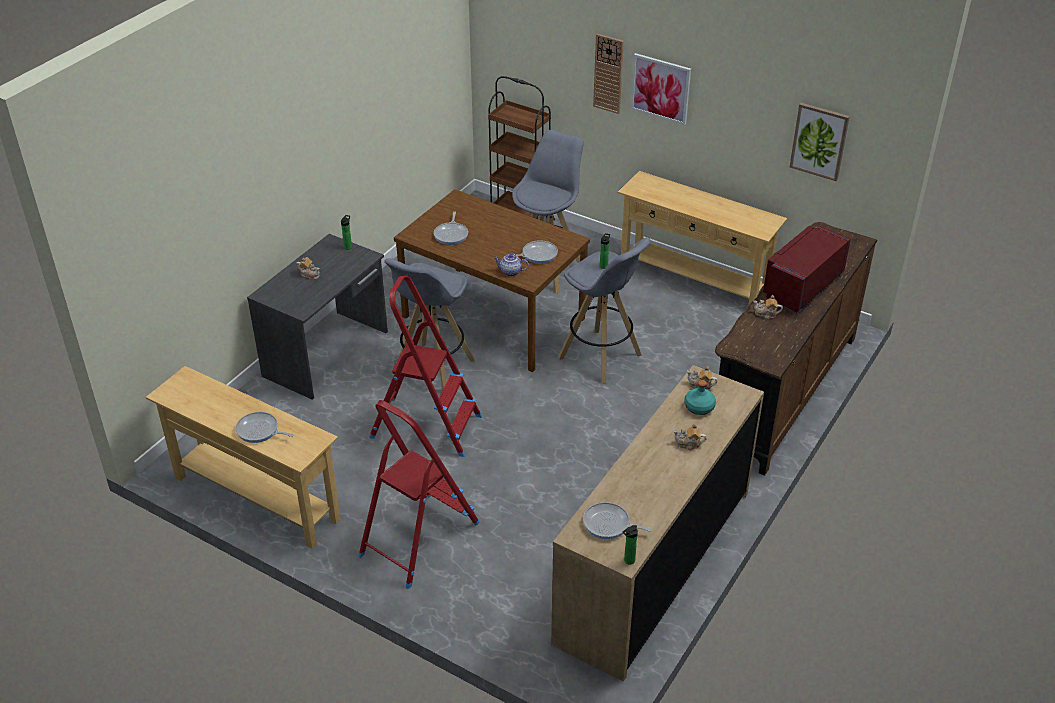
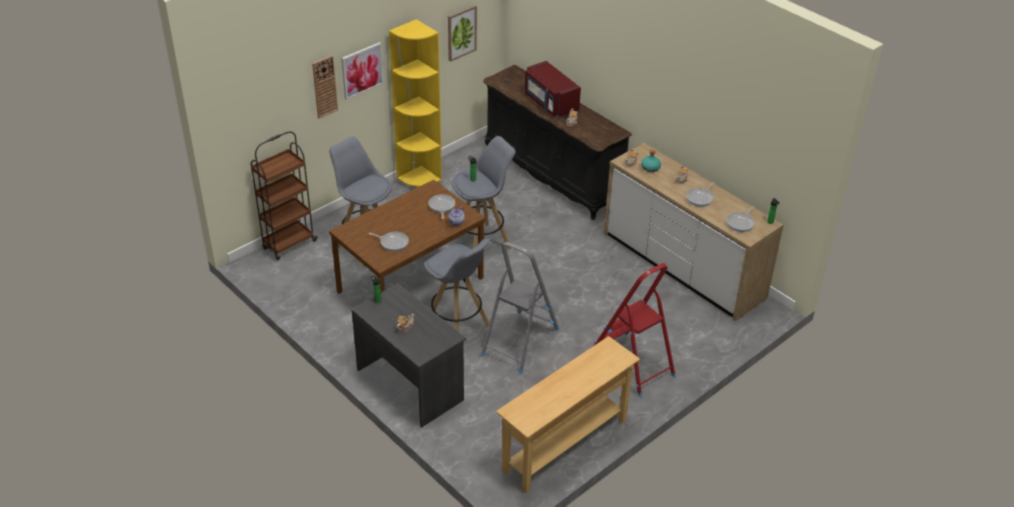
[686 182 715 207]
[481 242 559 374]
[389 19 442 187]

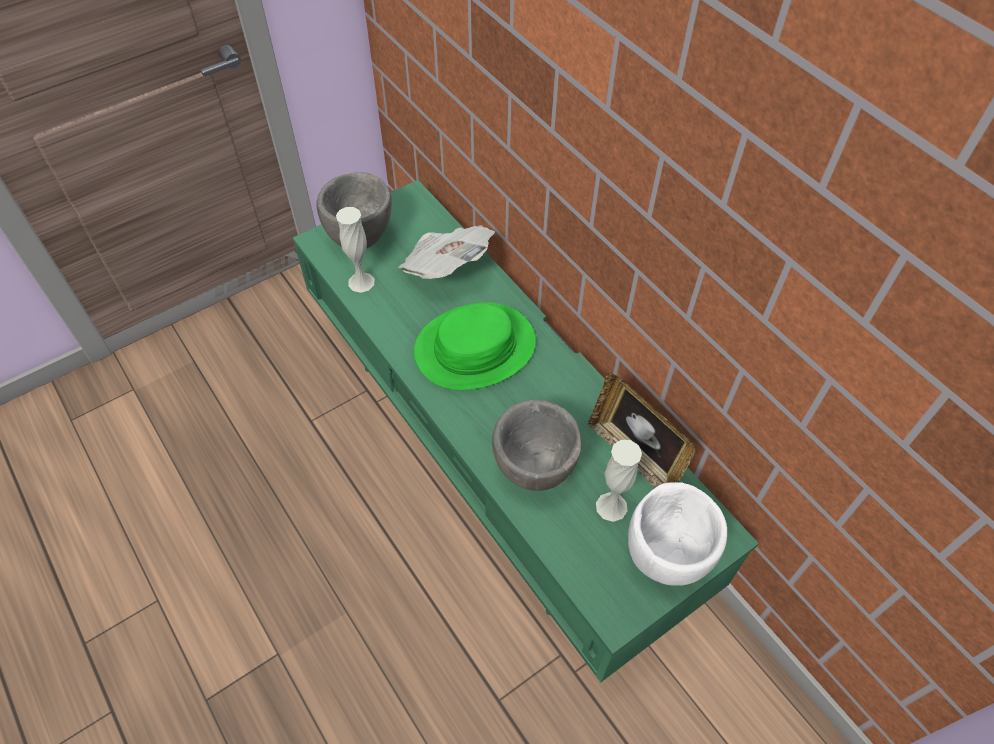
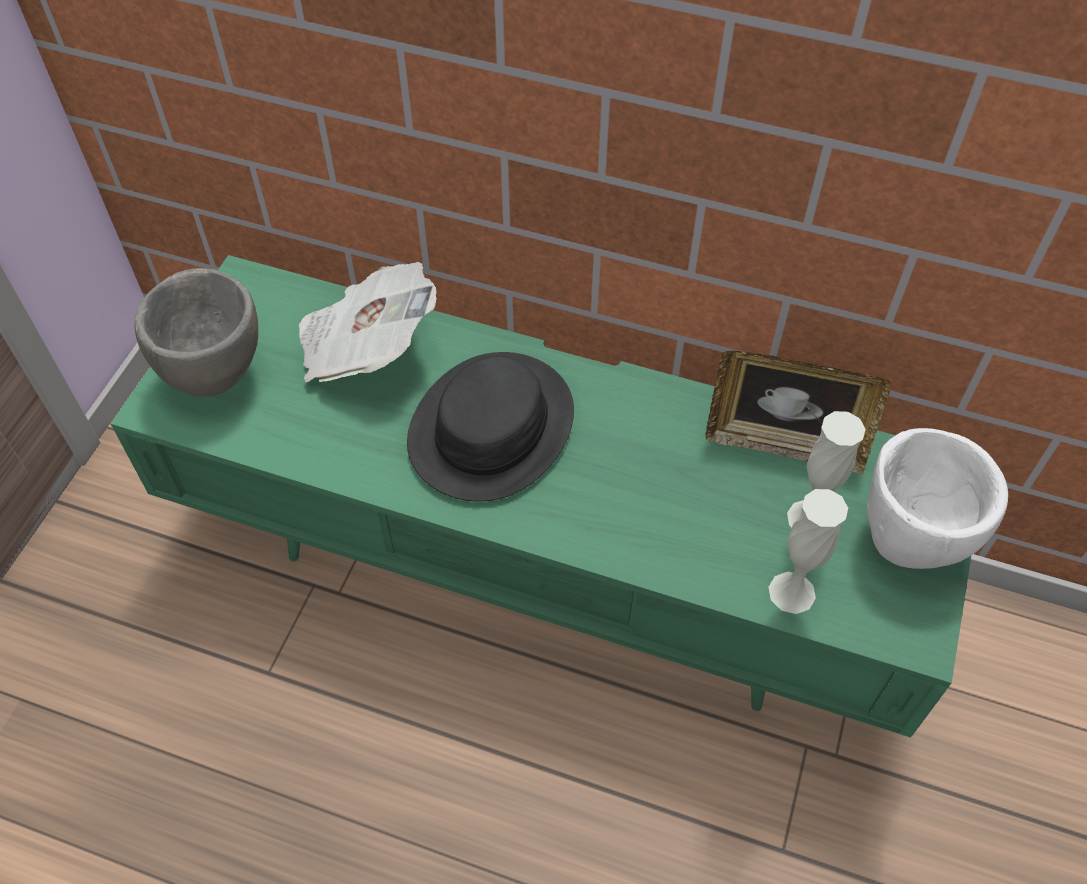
[769 489 848 614]
[407 352 574 502]
[492 400 581 491] (first image)

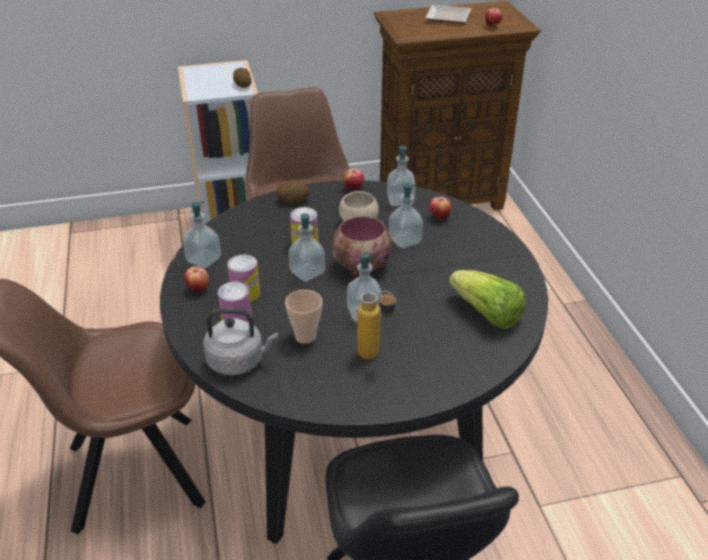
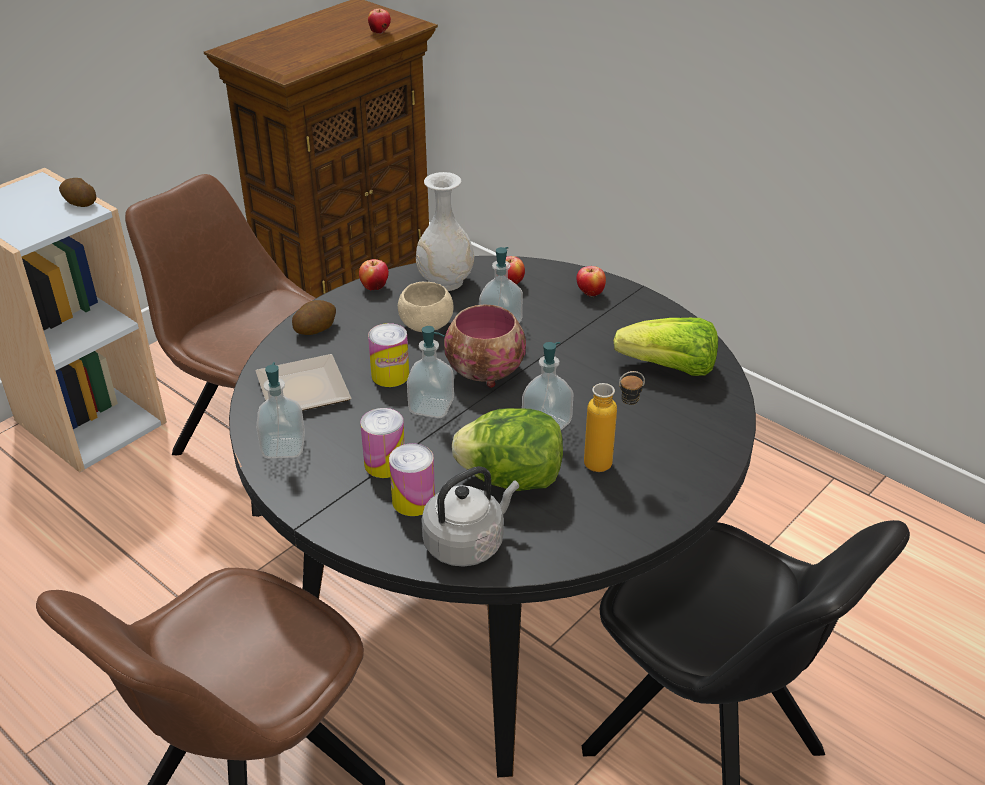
[576 266 606 297]
[452 408 563 491]
[416 172 474 291]
[255 354 351 411]

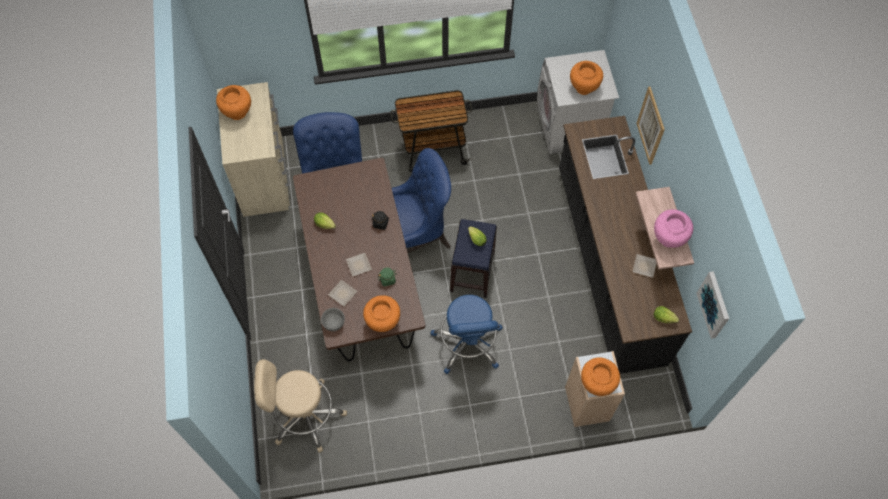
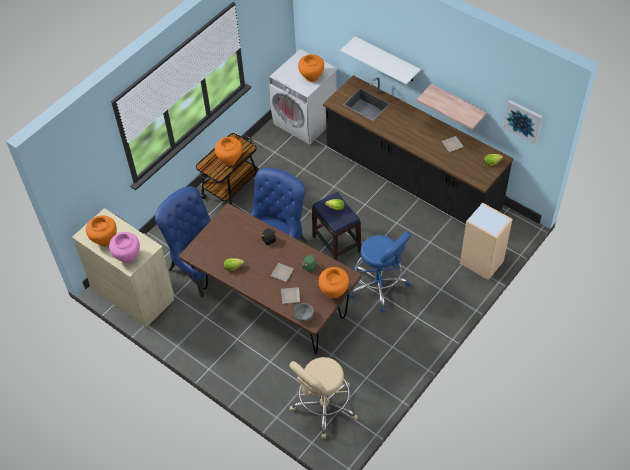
[215 137 242 165]
[341 37 420 84]
[109 232 140 263]

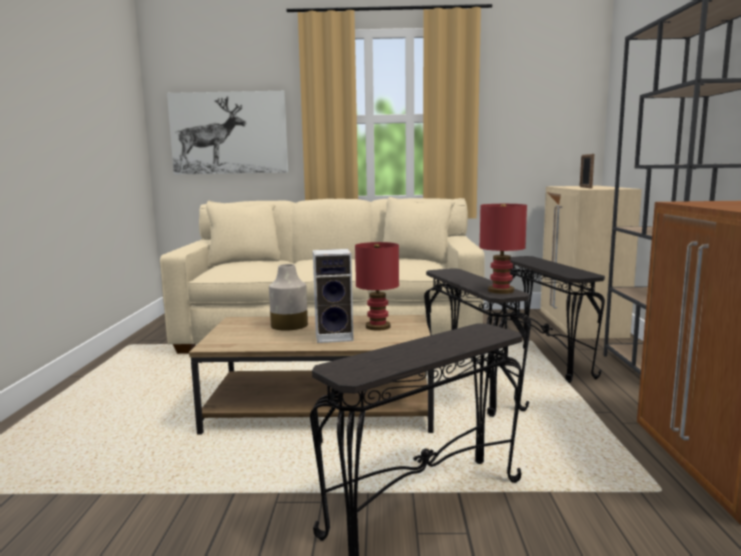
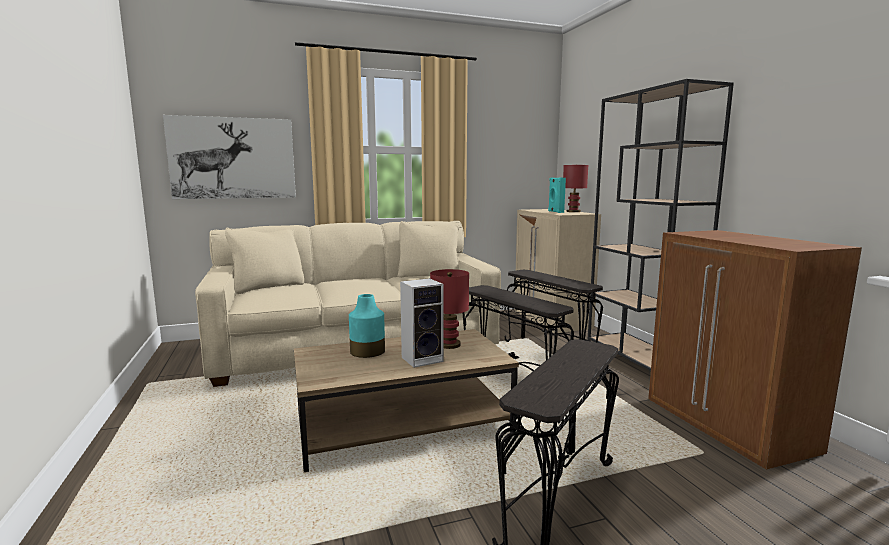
[349 294 385 358]
[563 165 588 212]
[548 177 566 213]

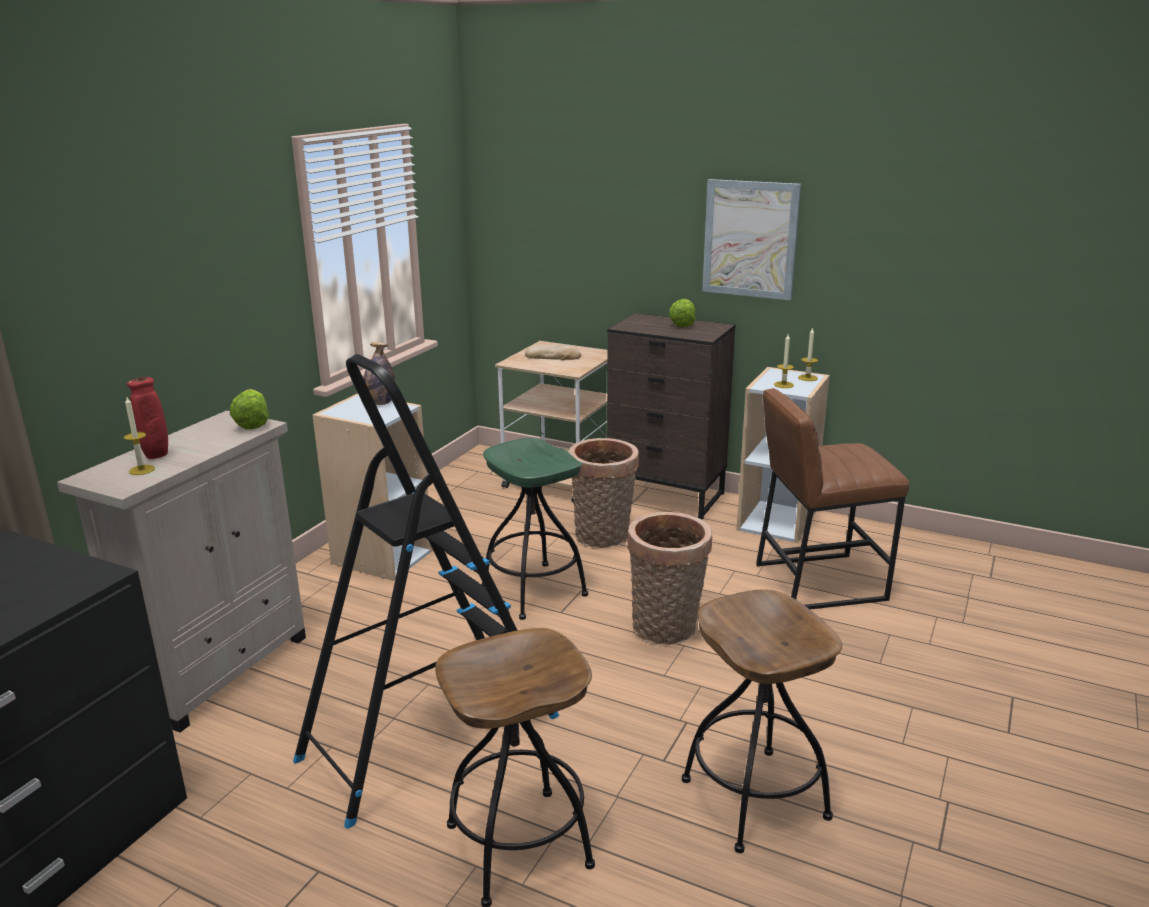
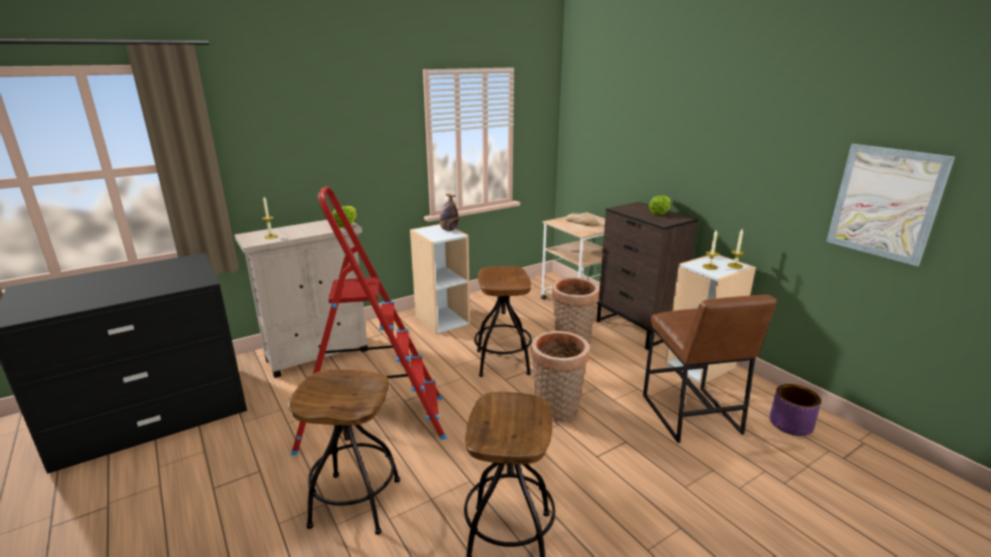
[127 377 168 459] (first image)
[291 186 447 455]
[474 266 532 377]
[826 144 955 266]
[643 295 777 443]
[769 384 821 436]

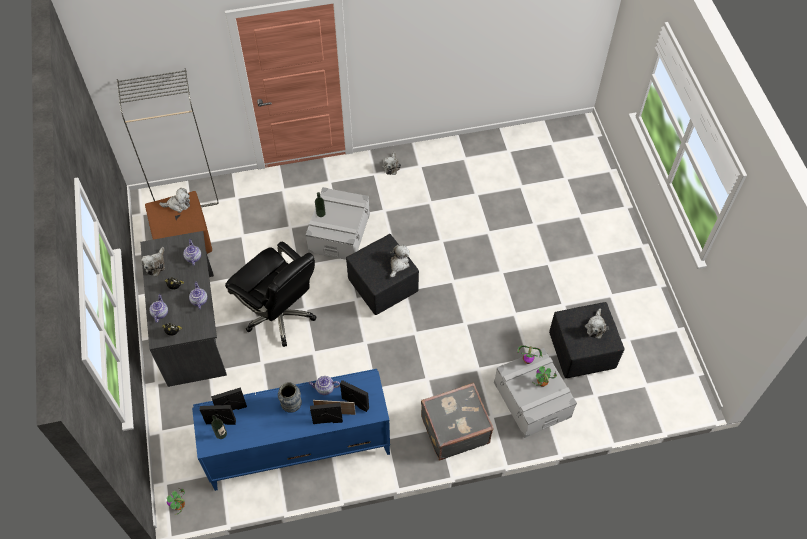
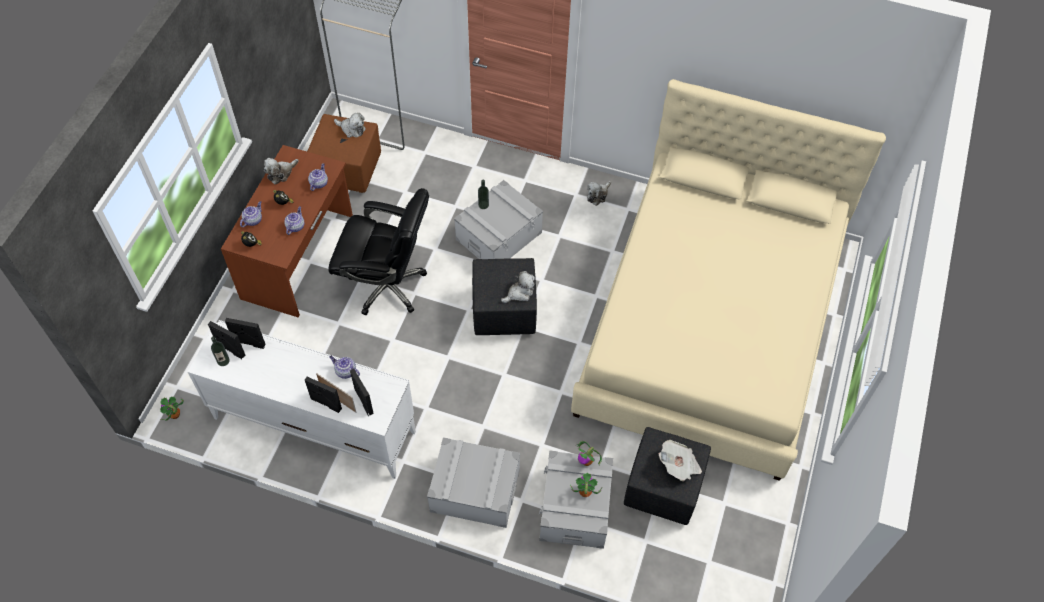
[221 145 353 318]
[188 320 416 479]
[329 188 429 315]
[278 382 302 413] (first image)
[427 437 520 528]
[659 440 702 481]
[571 79 886 480]

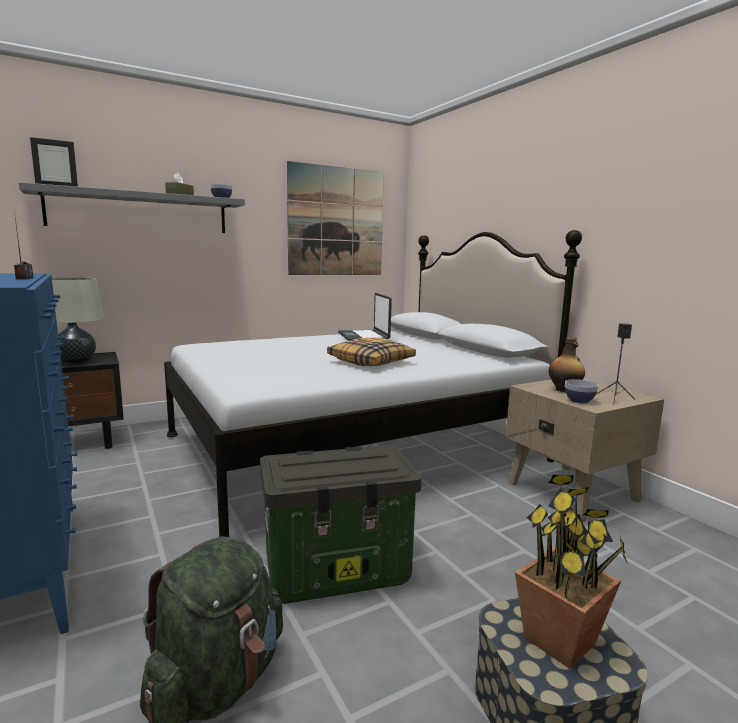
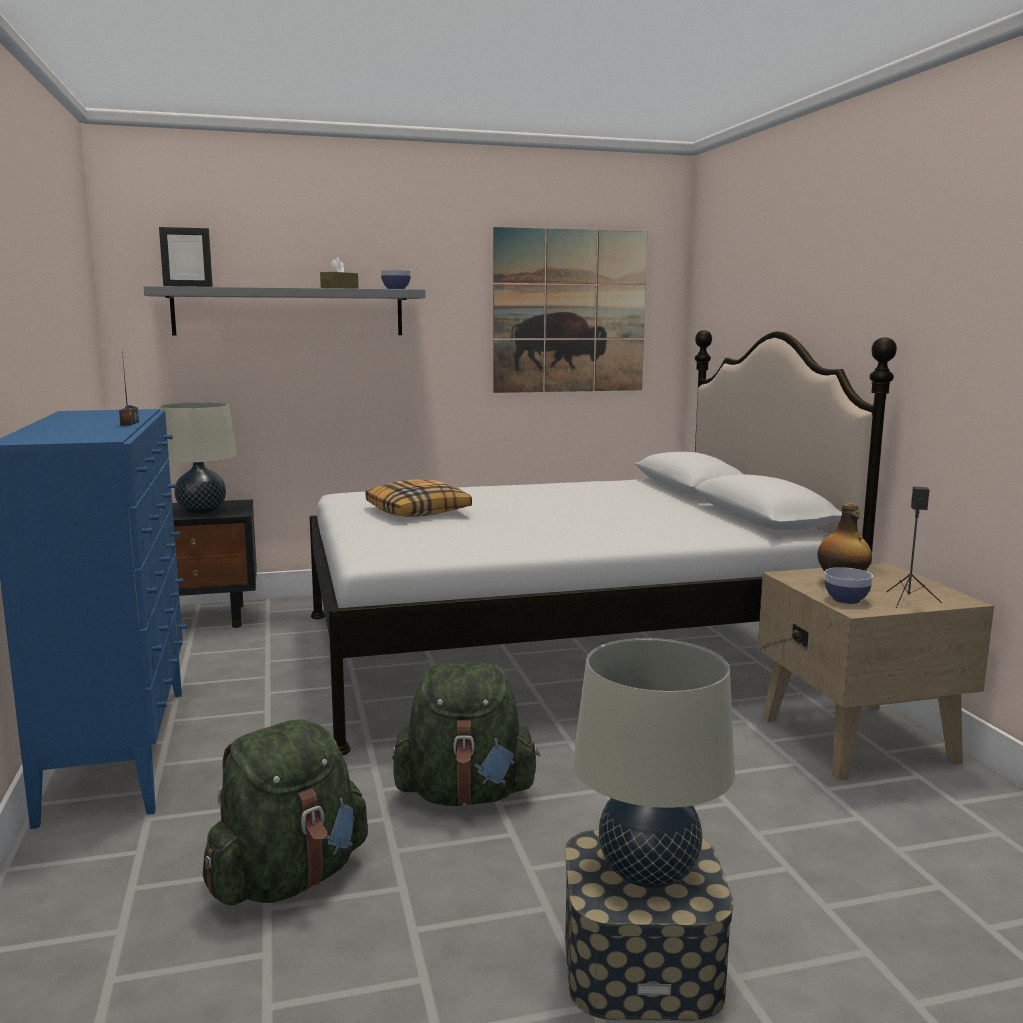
[392 663 540 806]
[365 479 472 517]
[338 293 392 341] (first image)
[573 638 735 888]

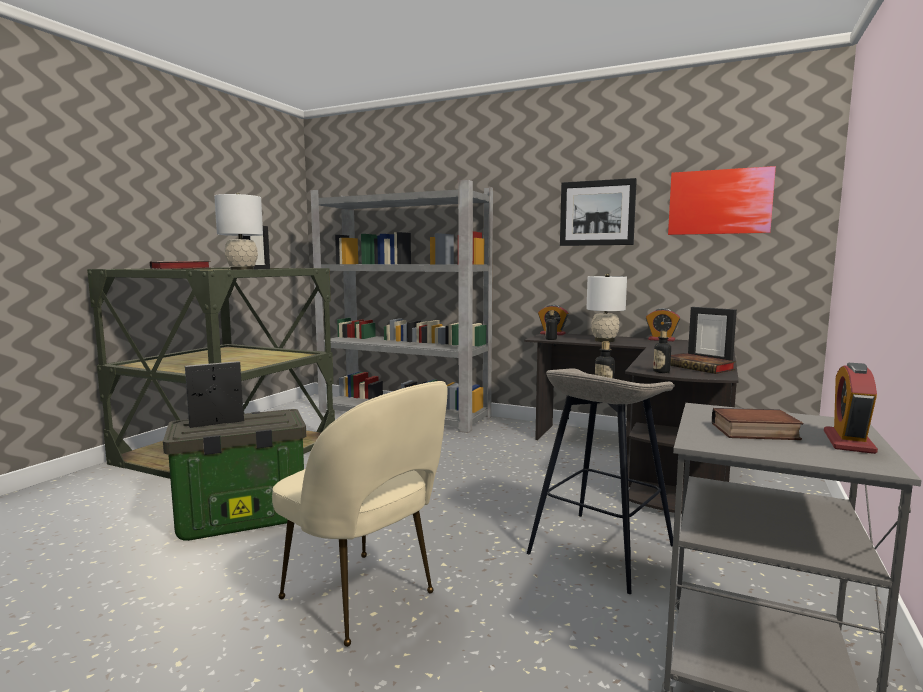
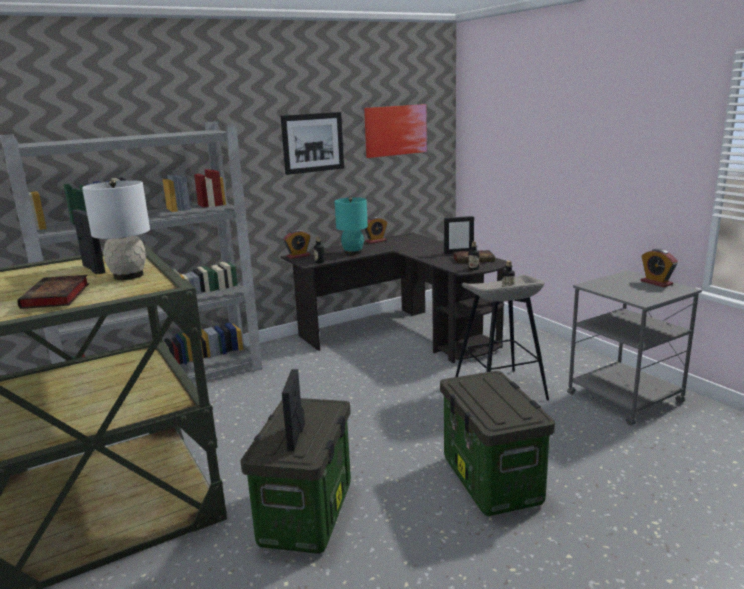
[440 371 555 516]
[335 197 368 255]
[712 408 803 440] (first image)

